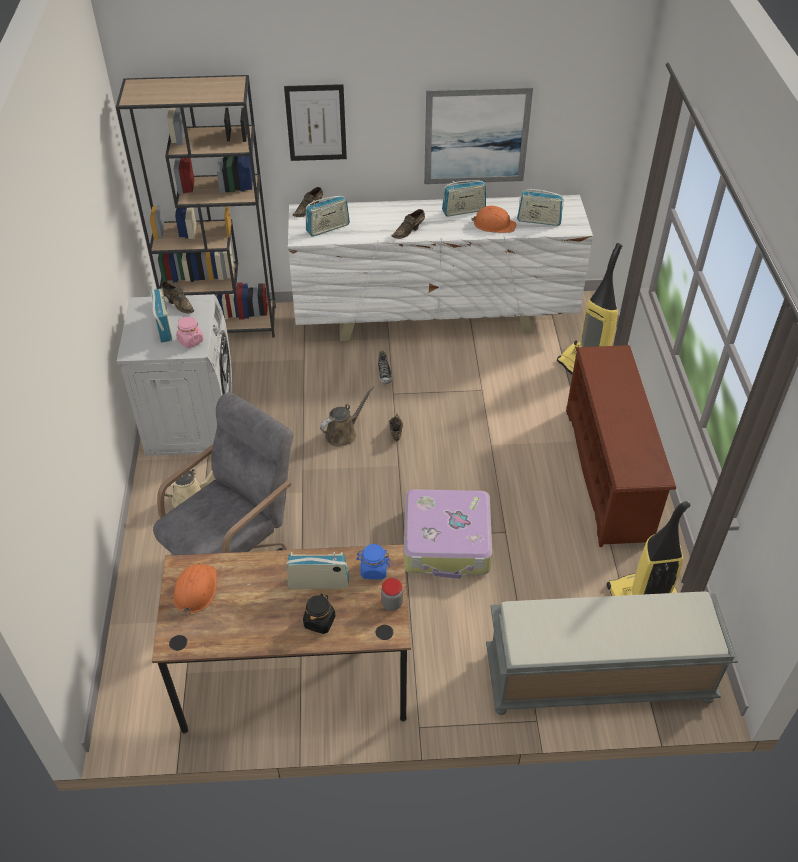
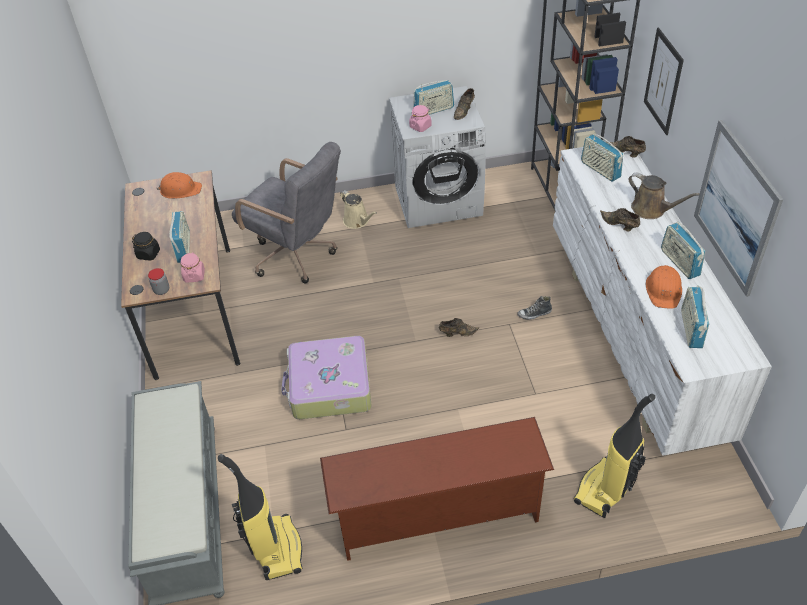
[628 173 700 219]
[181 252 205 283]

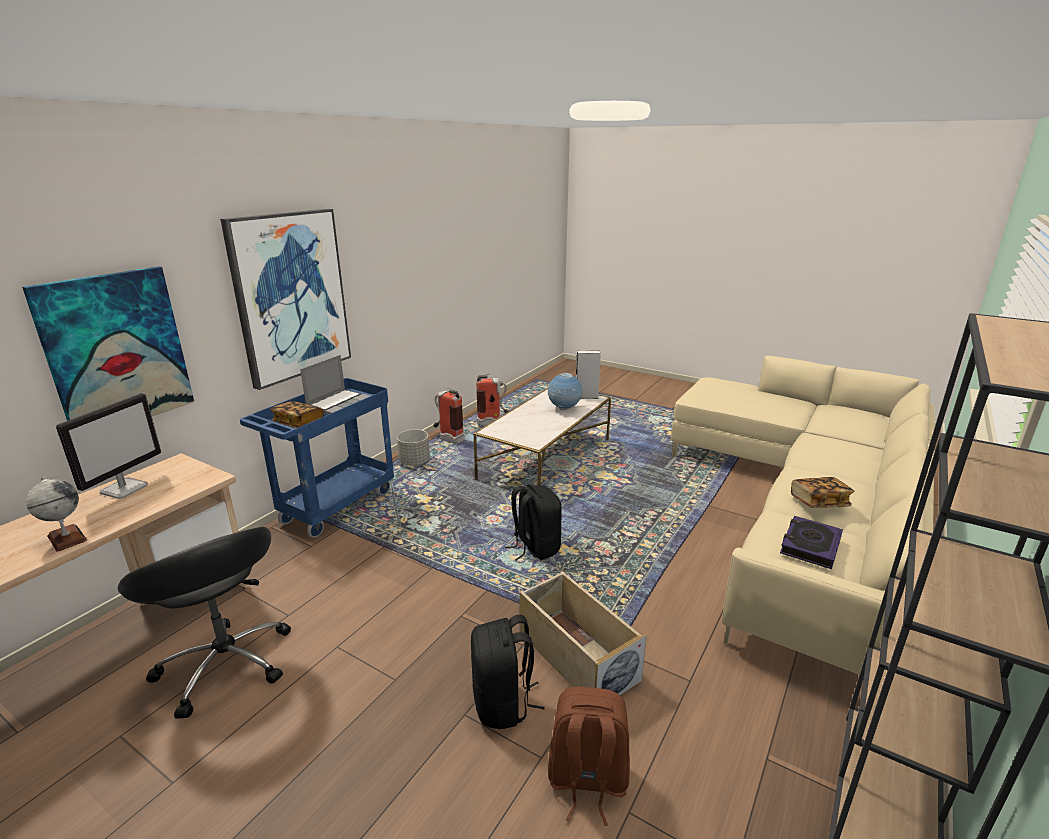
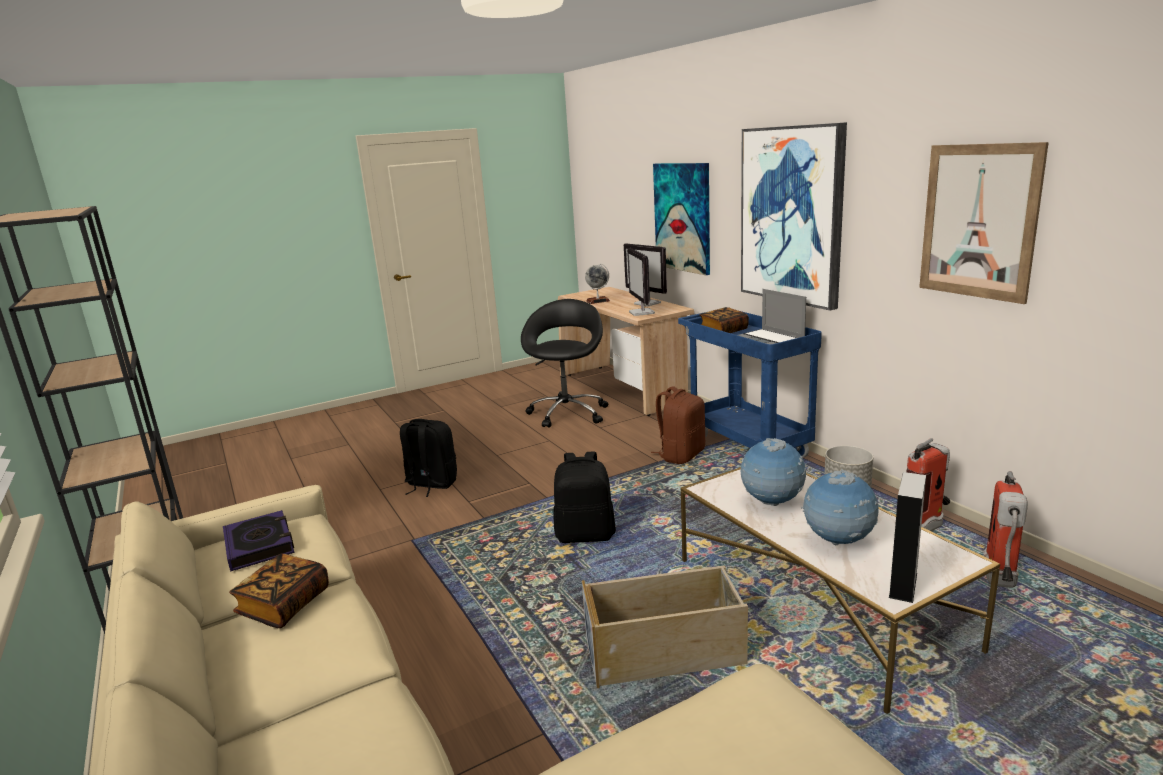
[521 299 608 427]
[582 565 748 688]
[651 386 705 464]
[627 248 655 316]
[740 438 806 506]
[919 142 1049 304]

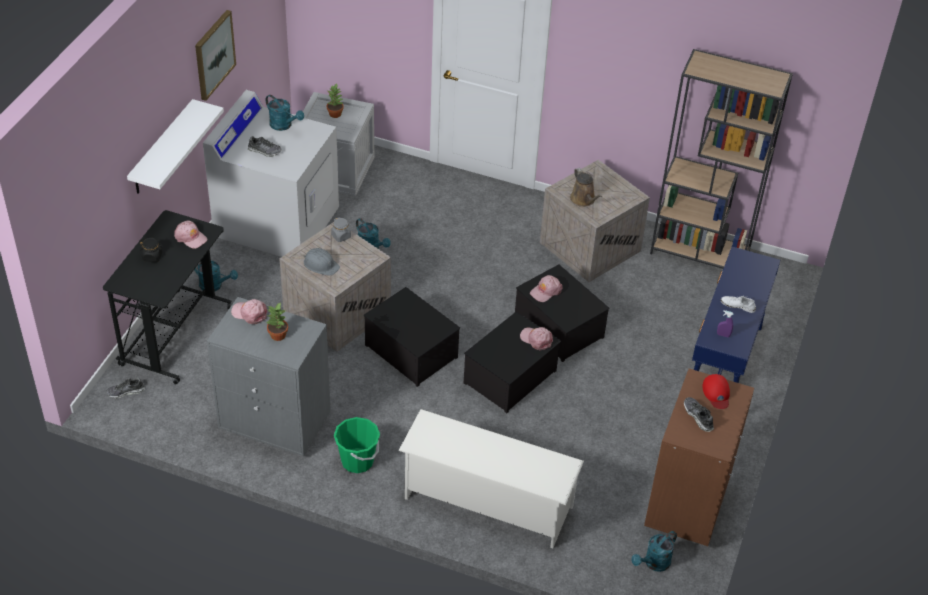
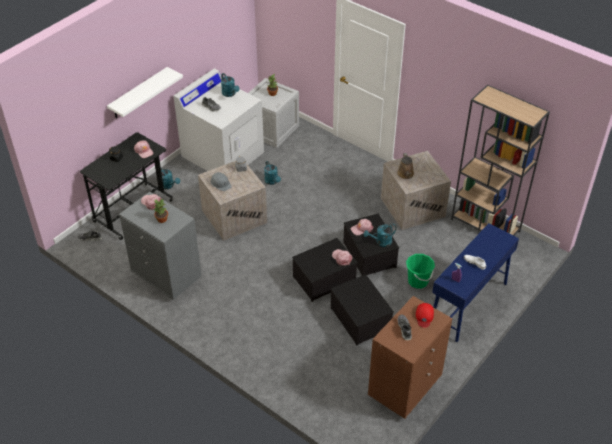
[195 10 236 101] (first image)
[406 254 435 289]
[331 274 394 346]
[399 409 584 548] (first image)
[364 224 397 247]

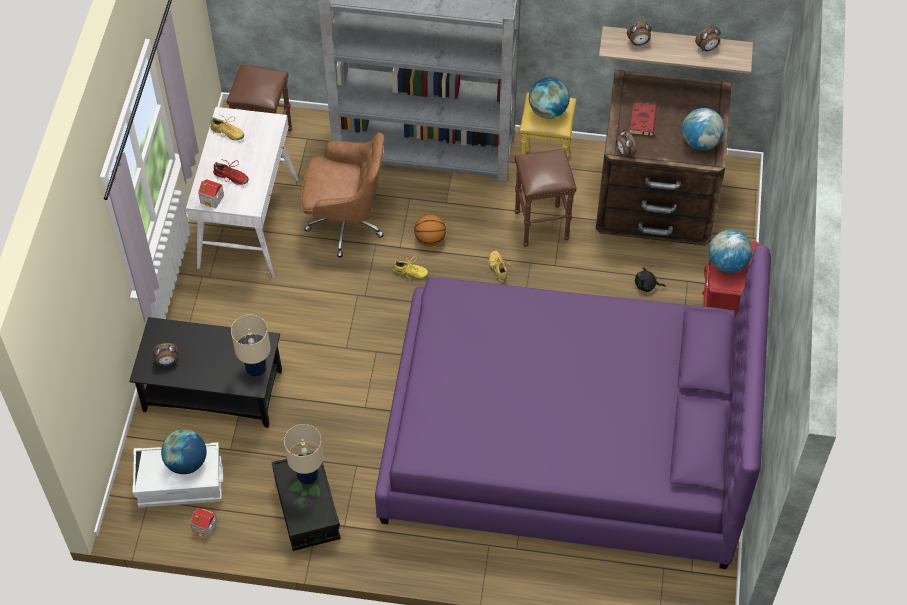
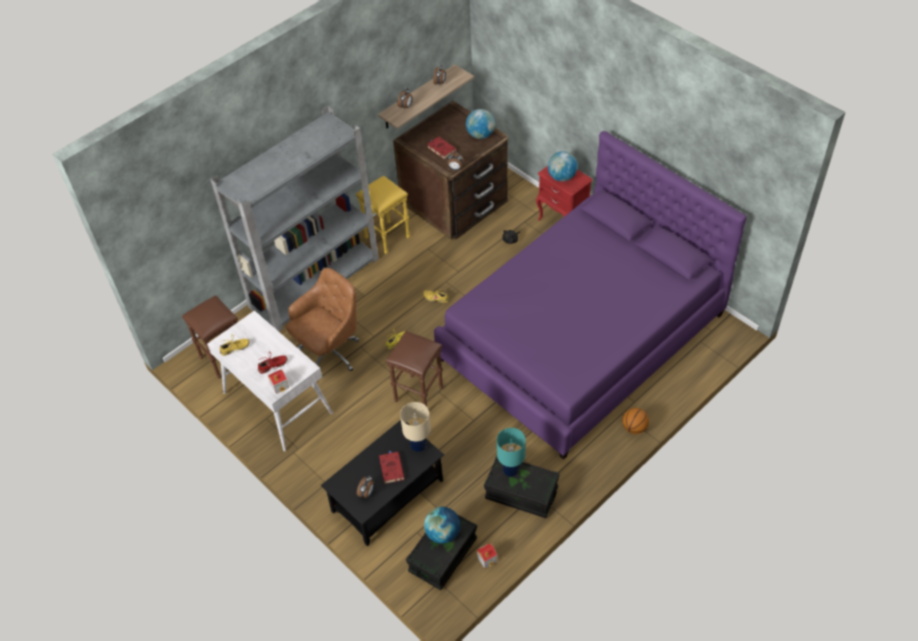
[406 514 477 590]
[497 428 526 477]
[622 408 649 434]
[386 331 443 406]
[529 78 570 119] (first image)
[379 451 405 484]

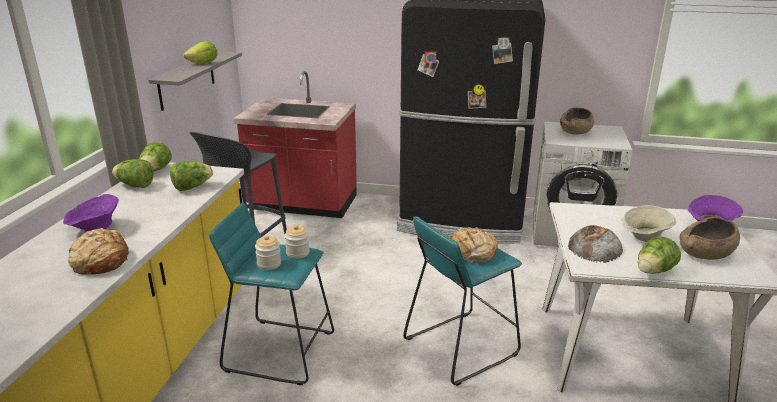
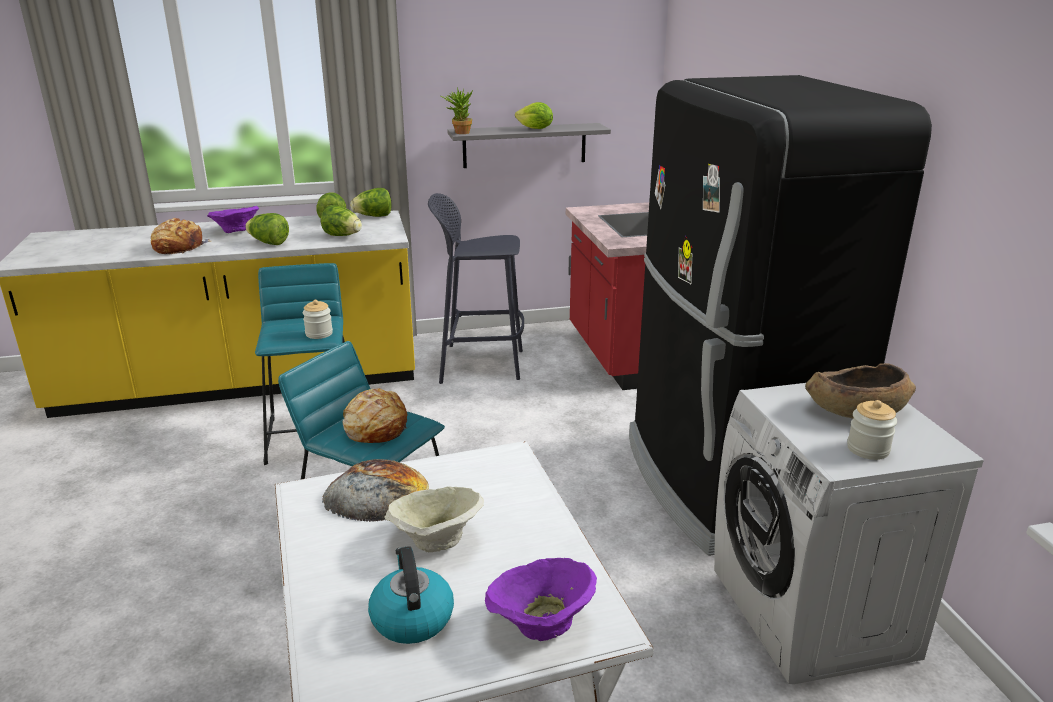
[847 400 897 460]
[245 213 289 245]
[368 546 454 644]
[441 87 473 134]

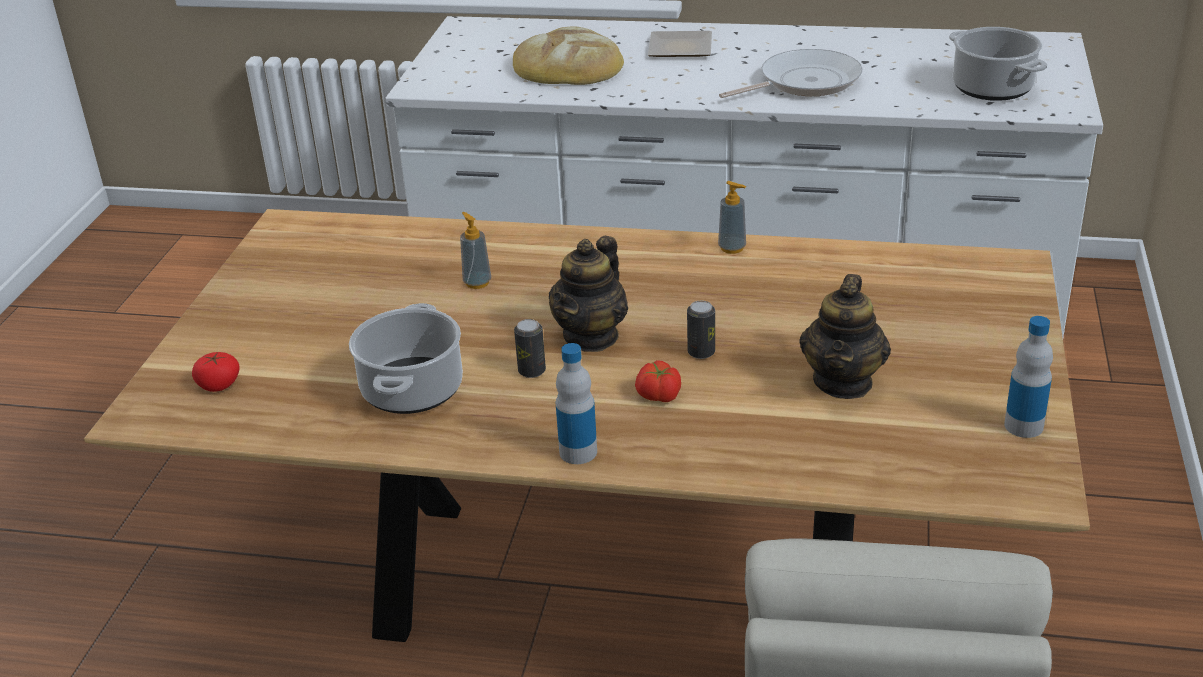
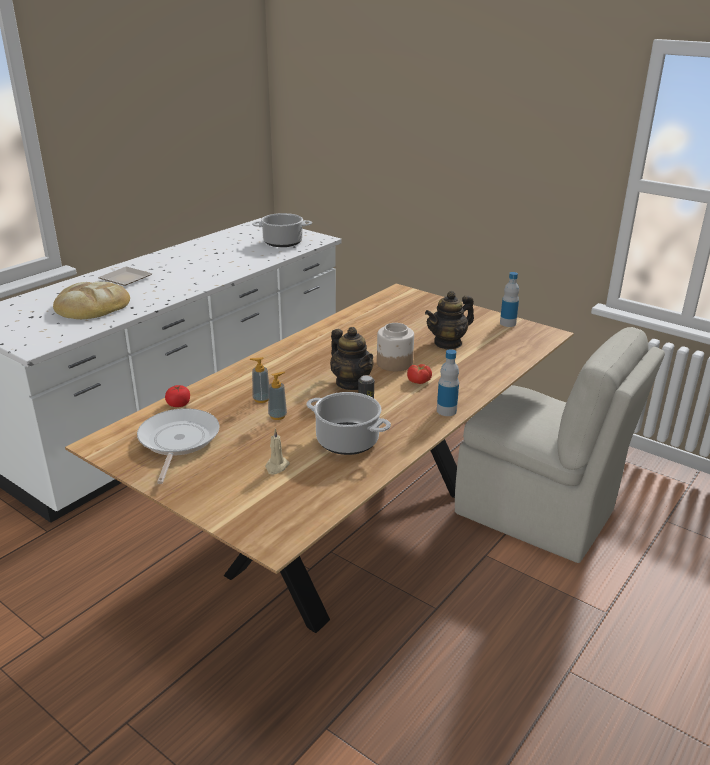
[165 385 190 407]
[377 323 414 371]
[268 372 287 420]
[137 408 220 484]
[425 291 474 350]
[265 429 290 475]

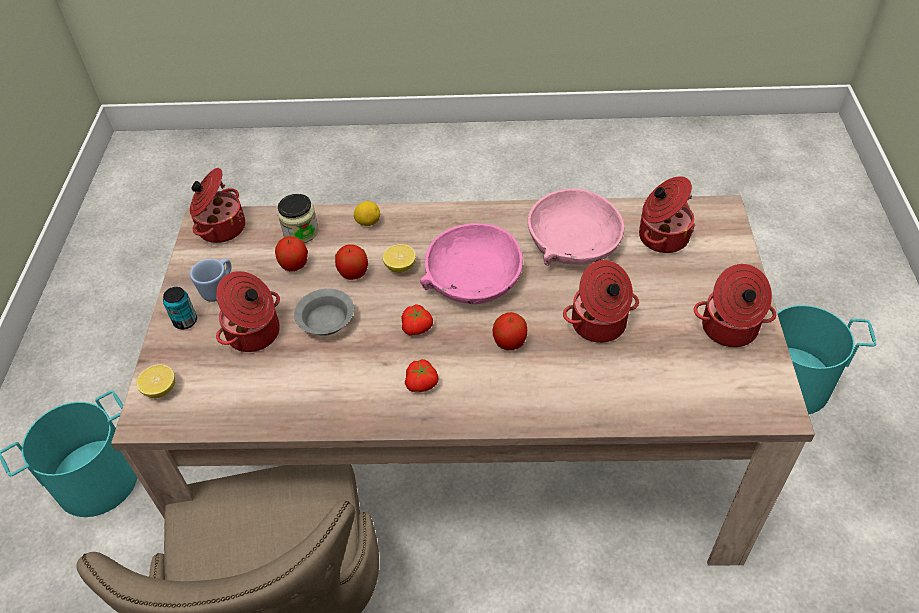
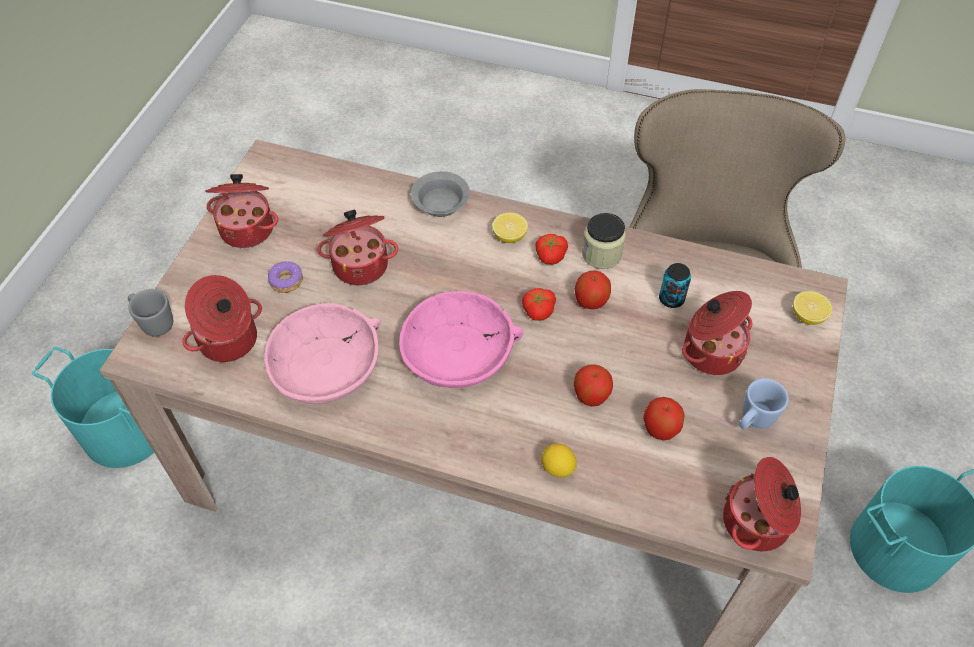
[659 263 691 308]
[582 213 626 269]
[411 171 470 217]
[492 213 528 243]
[575 271 611 309]
[127 289 173 336]
[268 261 303 293]

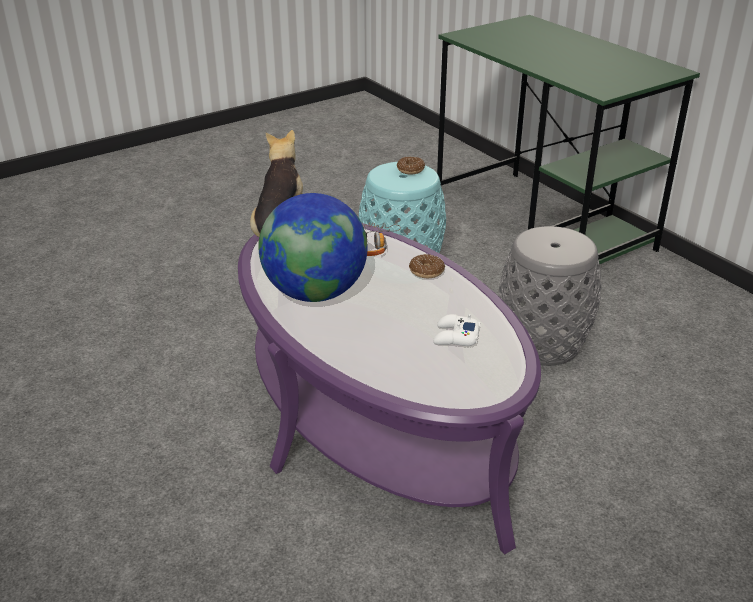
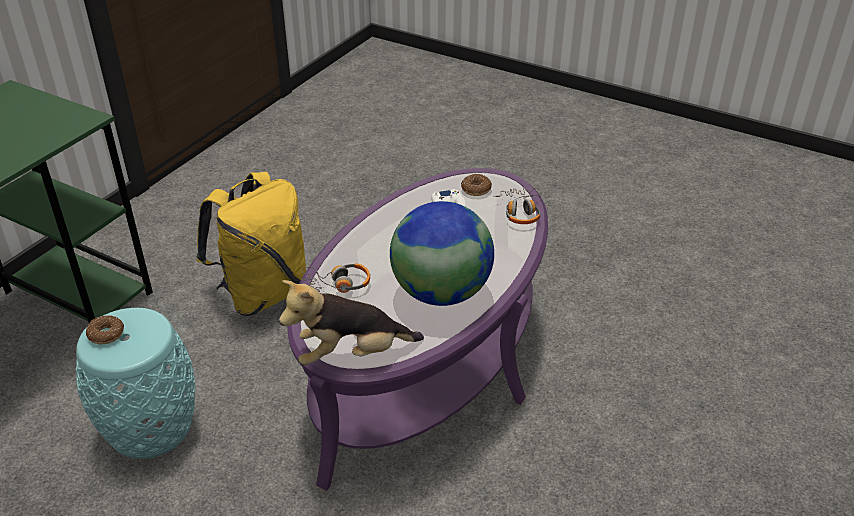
[461 174 492 196]
[196 172 306 316]
[493 188 542 224]

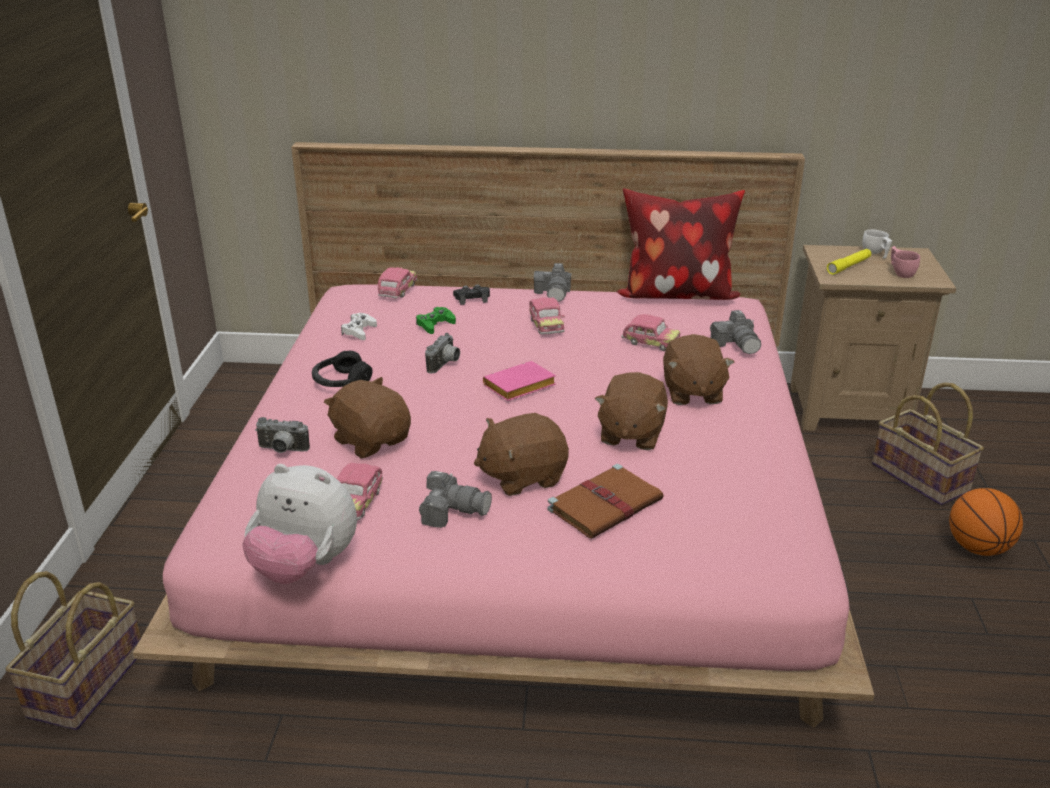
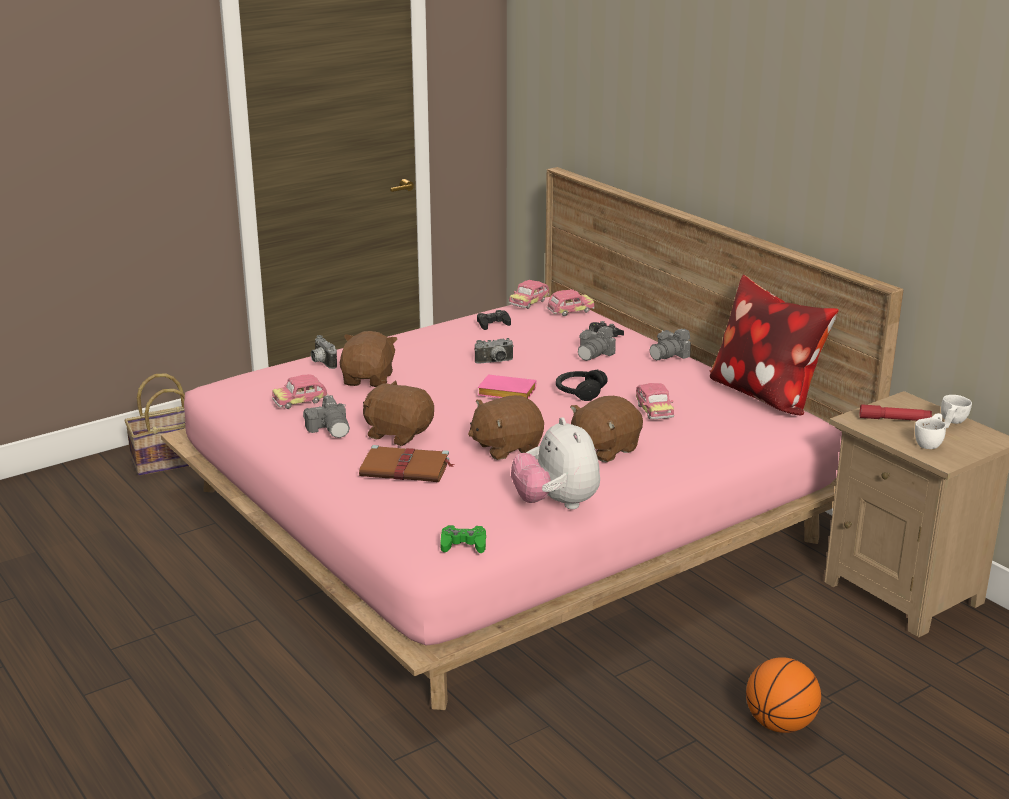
[511 417 600 509]
[556 370 608 401]
[477 310 511 330]
[440 525 486 553]
[509 280 550 309]
[578 326 616 361]
[860 404 932 421]
[872 382 984 505] (first image)
[915 413 946 449]

